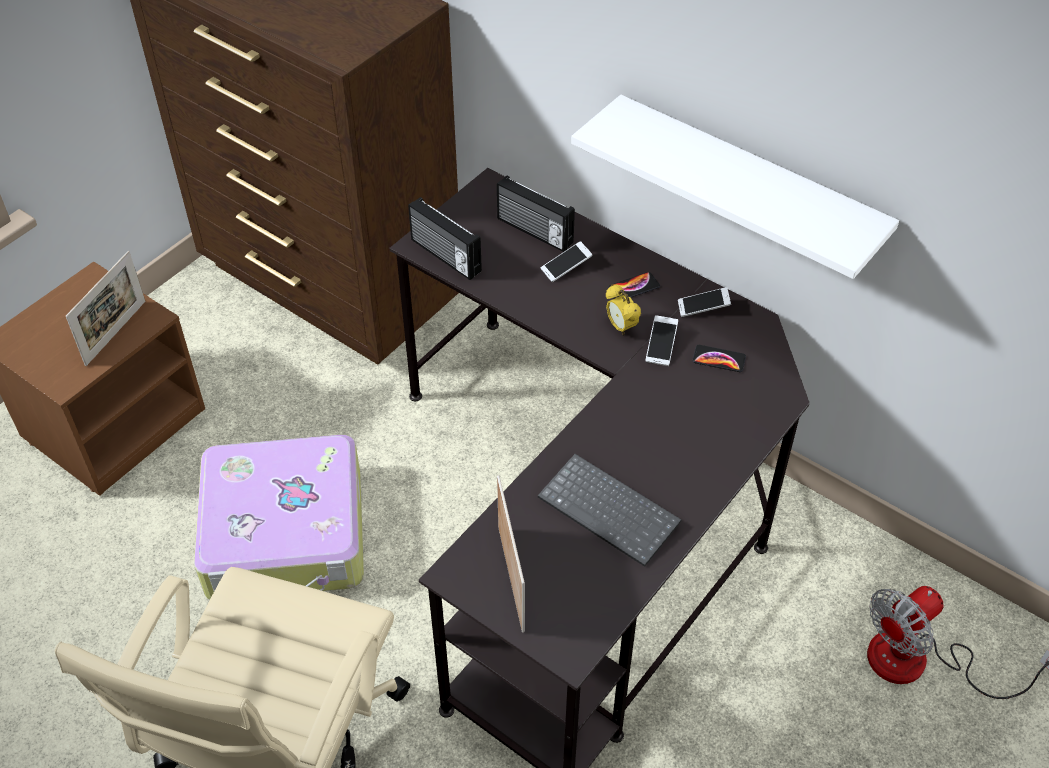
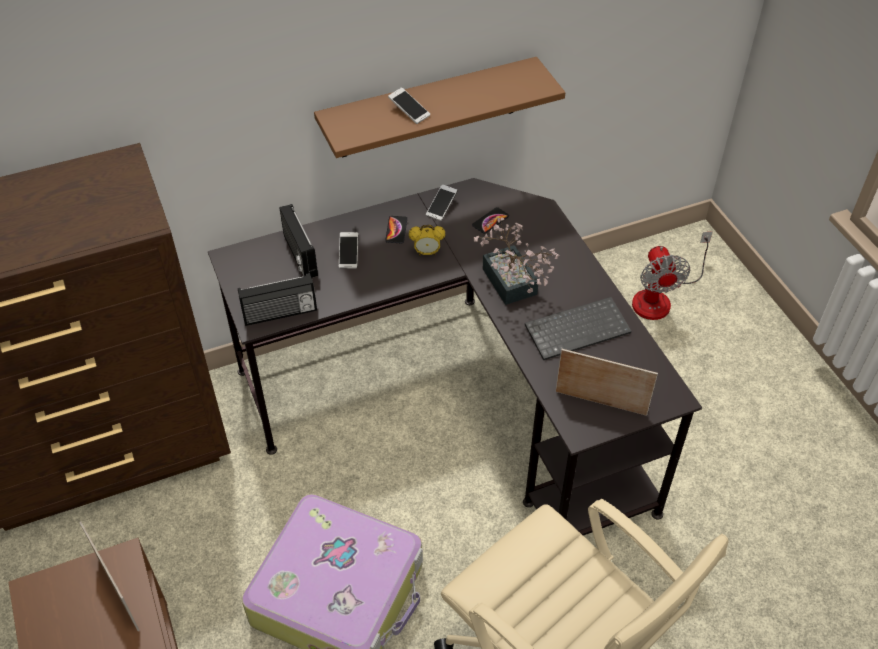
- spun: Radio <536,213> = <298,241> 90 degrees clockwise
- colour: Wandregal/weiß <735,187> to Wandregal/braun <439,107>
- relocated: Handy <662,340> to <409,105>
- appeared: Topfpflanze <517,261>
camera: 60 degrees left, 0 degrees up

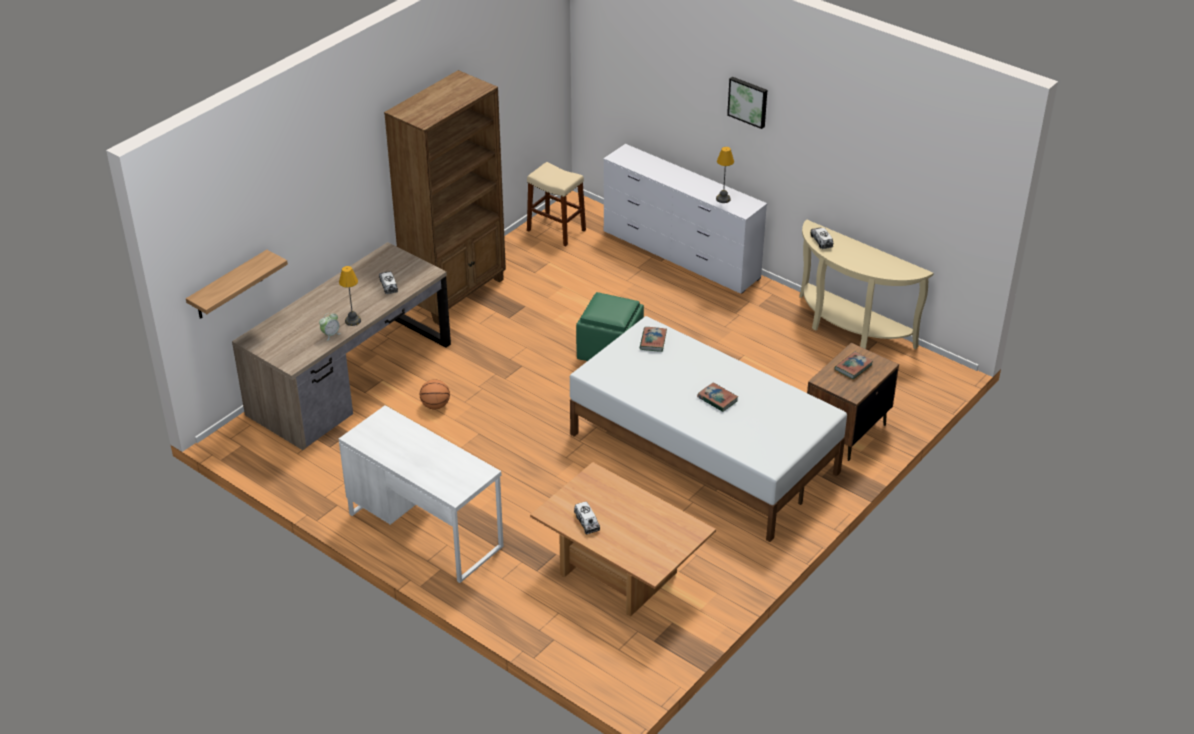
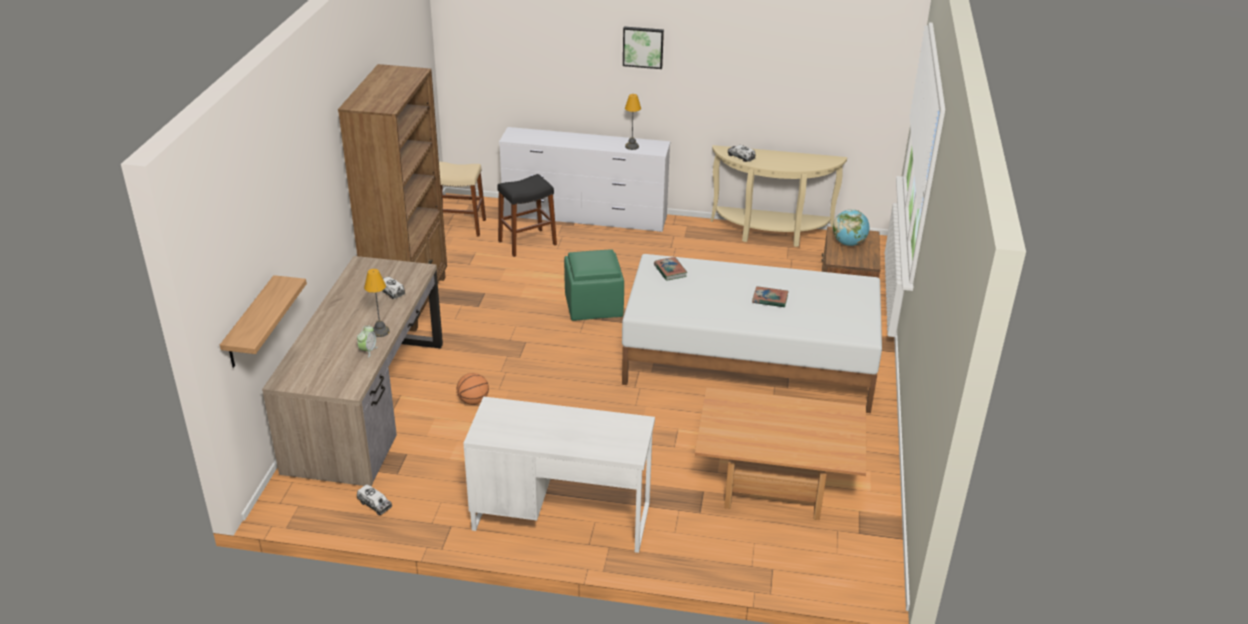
- relocated: Spielzeuglaster <587,518> to <374,500>
- appeared: Hocker/schwarz <527,215>
- exchanged: Buch <853,365> to Globus <851,227>
camera: 30 degrees left, 5 degrees down

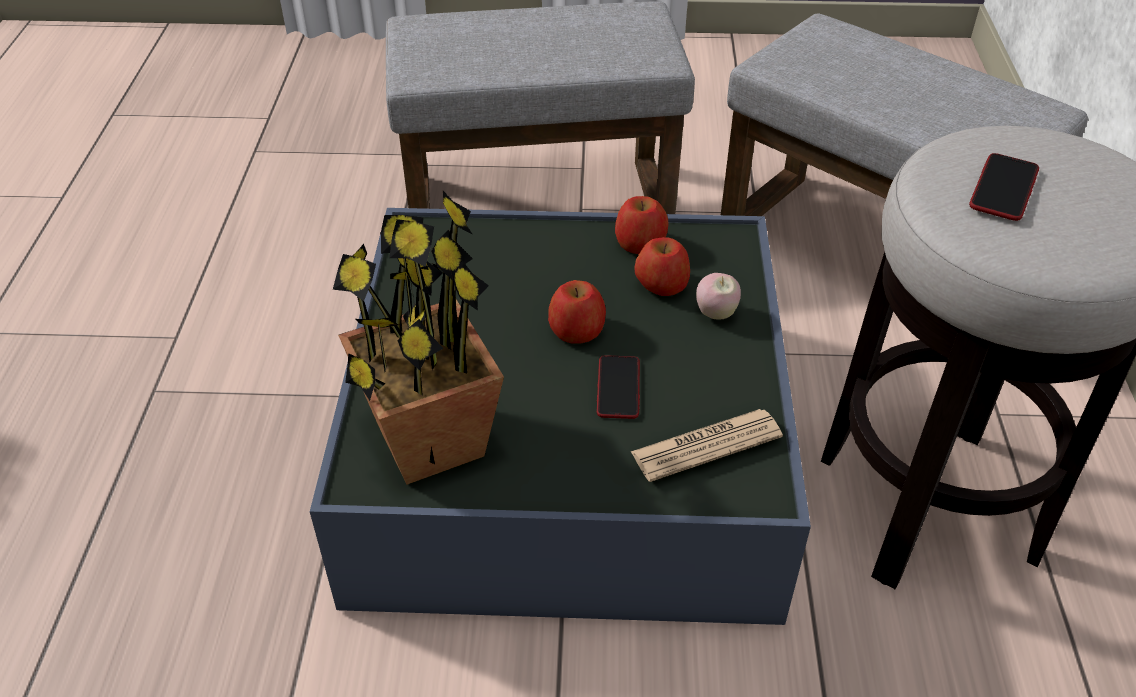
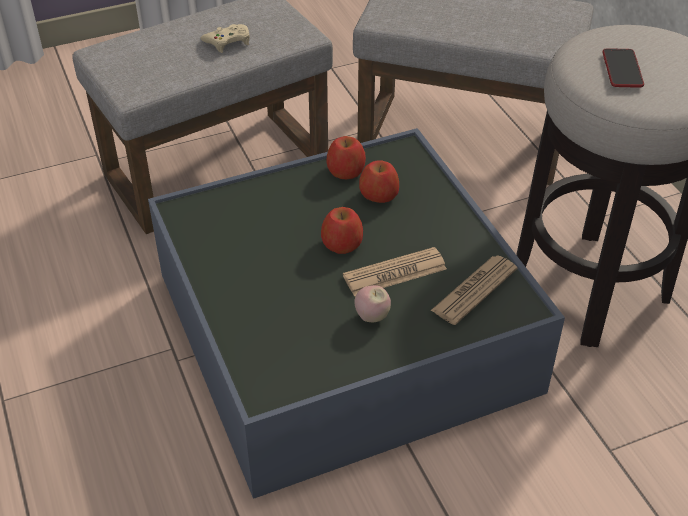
- appeared: Gamepad/beige <225,38>
- exchanged: Handy <618,387> to Zeitung <395,271>
- relocated: Apfel <718,296> to <372,303>
- missing: Topfpflanze <418,338>
camera: 25 degrees left, 0 degrees up

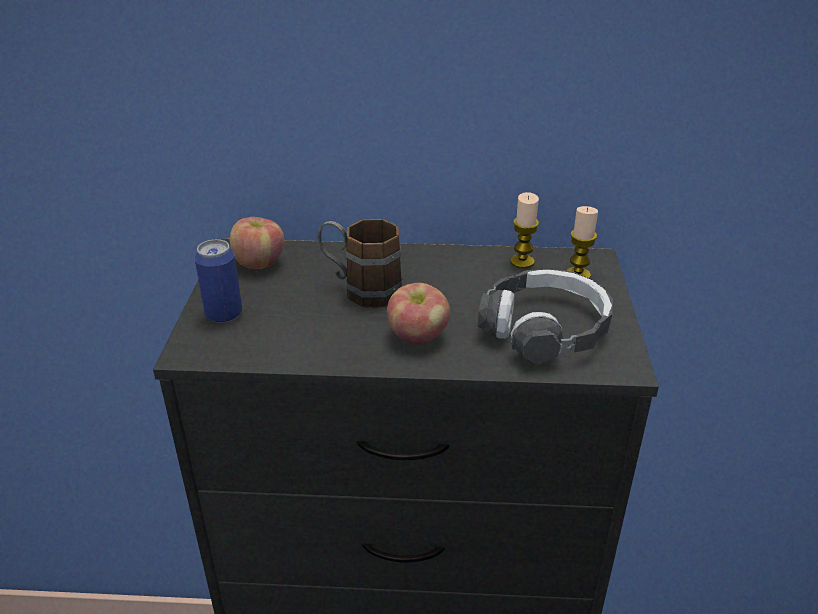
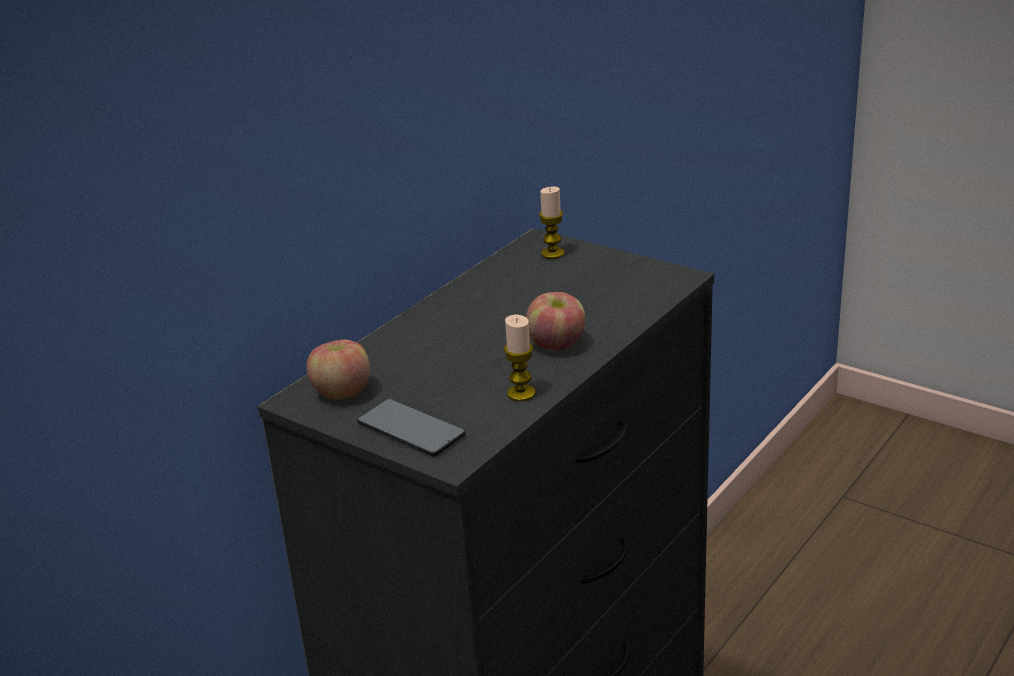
- exchanged: Dose <218,281> to Handy <411,428>
- relocated: Kerze <524,230> to <519,358>
- missing: Henkelbecher/braun <359,263>
- missing: Kopfhörer <545,317>
camera: 55 degrees left, 5 degrees down

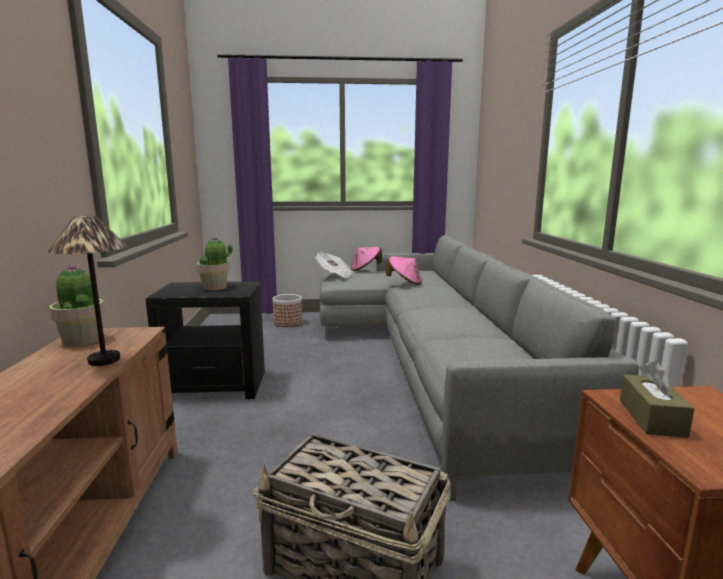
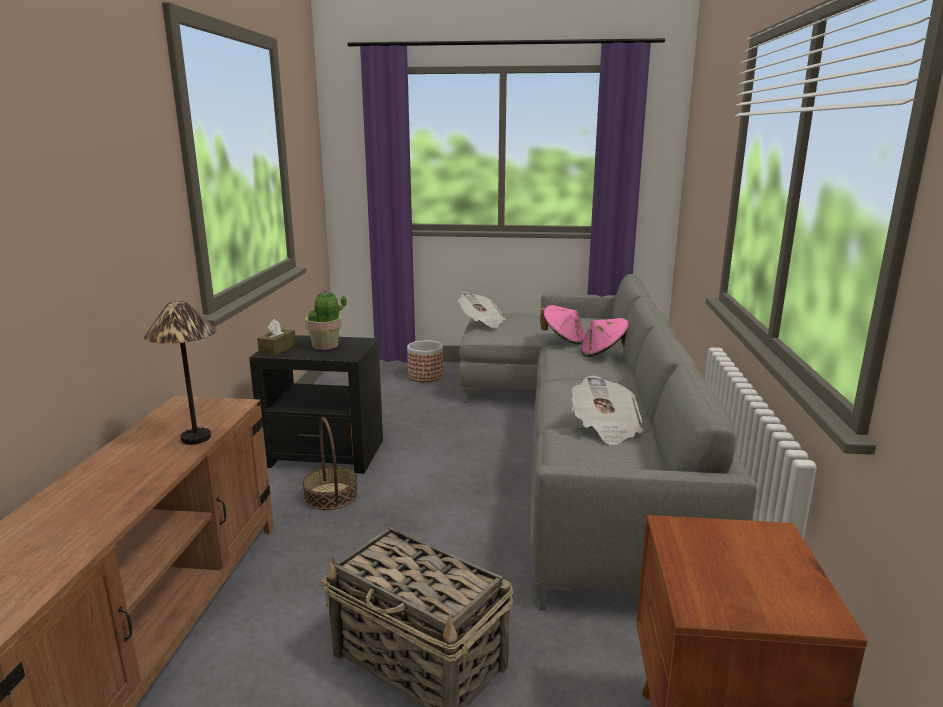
- relocated: Taschentuchbox/braun <657,399> to <276,337>
- appeared: Korb <330,463>
- appeared: Zeitung <607,410>
- relocated: Hut/rosa <366,259> to <605,337>
- missing: Topfpflanze <77,305>
camera: 10 degrees right, 5 degrees up

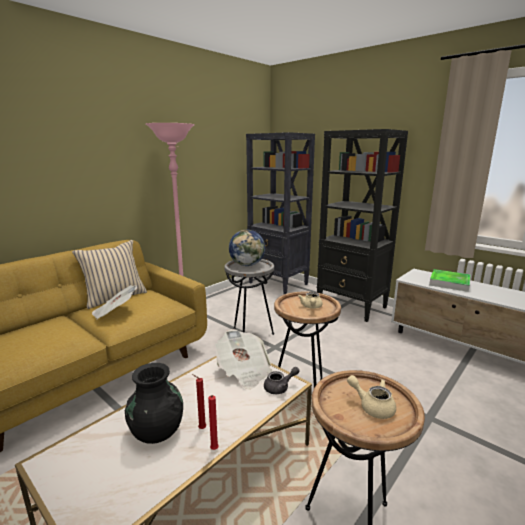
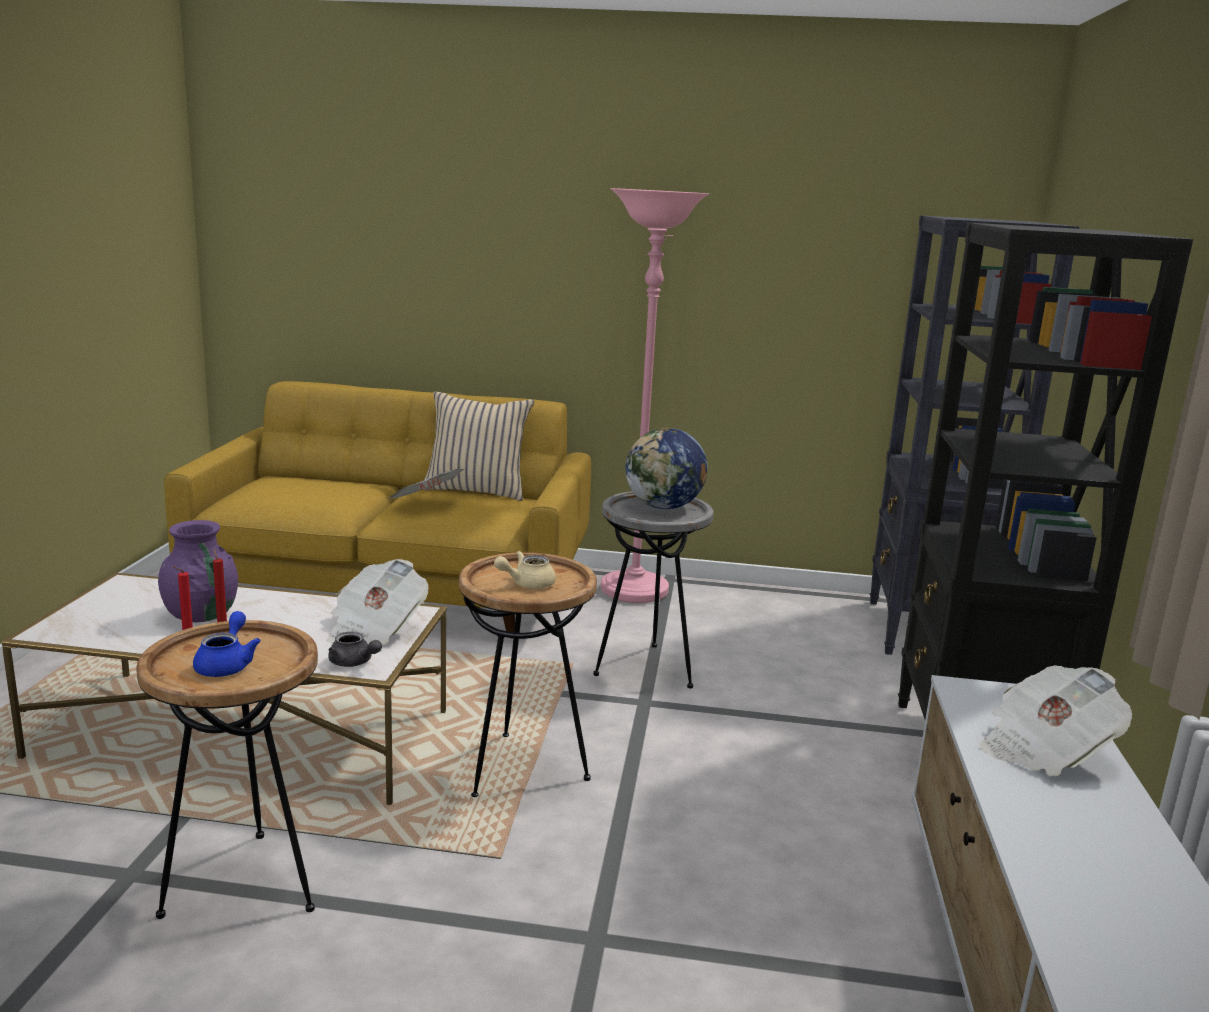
- colour: Vase/schwarz <154,403> to Vase/lila <198,571>
- colour: Teekanne/beige <371,397> to Teekanne/blau <227,644>
- exchanged: Tablett <450,280> to Zeitung <1056,720>
camera: 55 degrees right, 0 degrees up

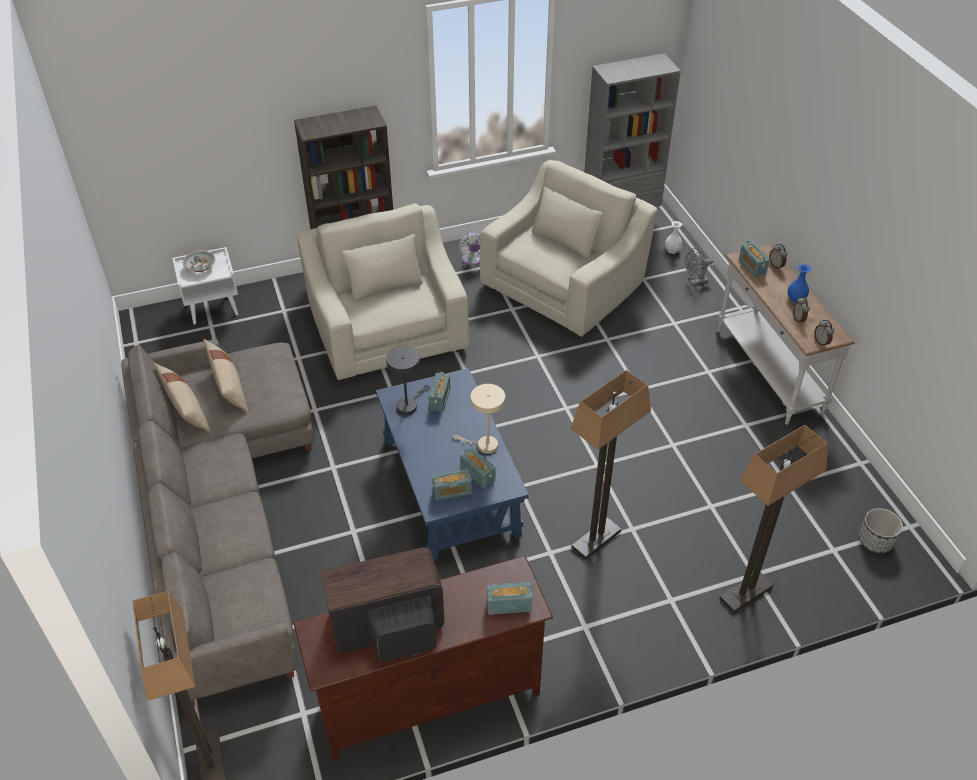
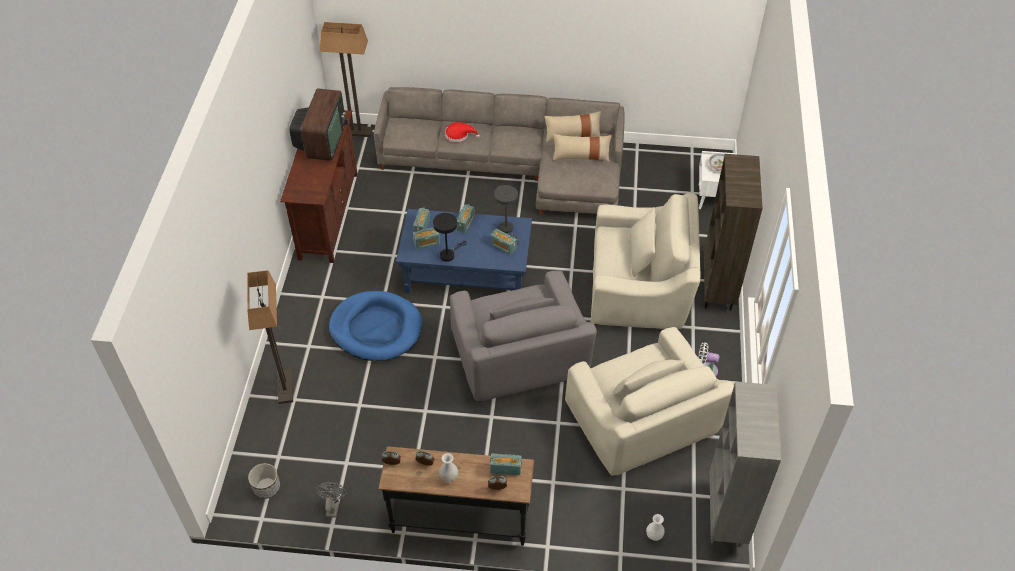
- relocated: Ventilator/grau <699,266> to <331,500>
- exchanged: Stehlampe <610,465> to Hundebett/blau <375,326>
- colour: Konsolentisch/weiß <785,334> to Konsolentisch/schwarz <456,496>
- colour: Tischlampe/beige <479,419> to Tischlampe/schwarz <449,237>
- colour: Vase/blau <799,283> to Vase/weiß <448,467>
- appeared: Hut/rot <462,132>
- appeared: Sessel/grau <523,336>
- relocated: Radio <509,598> to <465,218>
camera: 115 degrees right, 5 degrees up

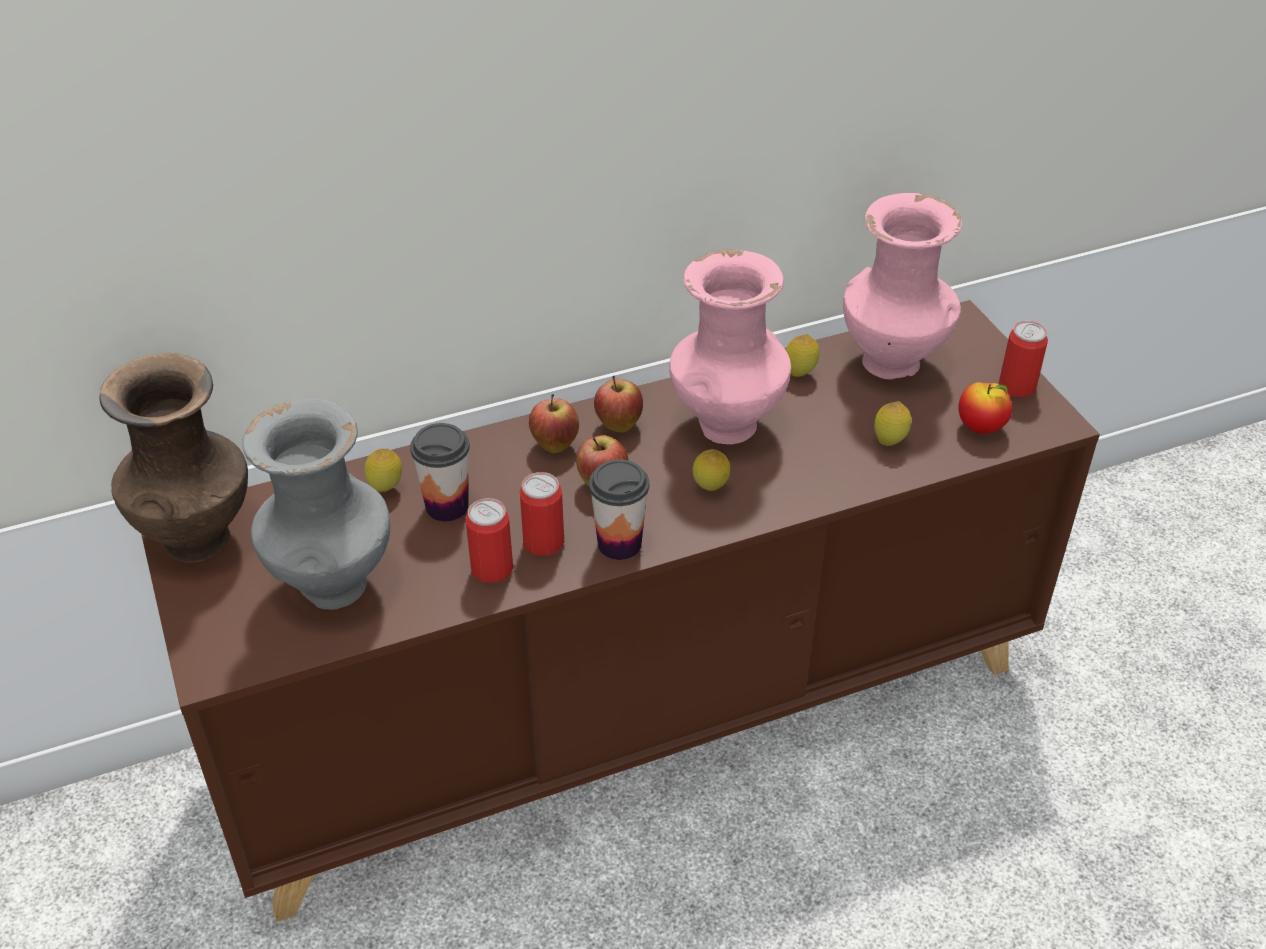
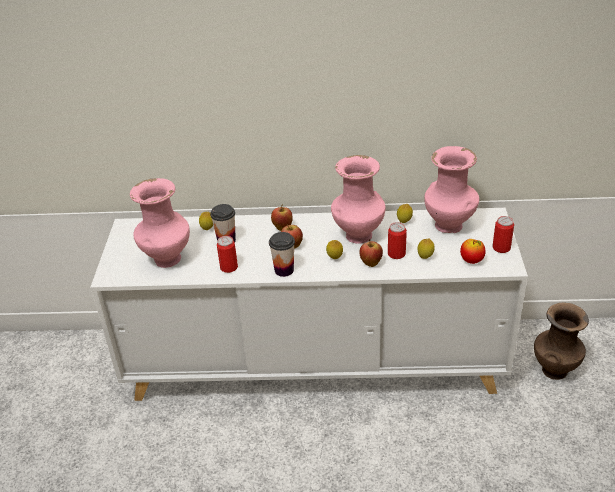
- colour: Schrank/braun <620,611> to Schrank/weiß <309,304>
- colour: Vase/grau <316,504> to Vase/rosa <160,223>
- relocated: Apfel <618,404> to <371,253>
- relocated: Dose <542,514> to <397,240>
- relocated: Vase/braun <173,457> to <561,341>
camera: 25 degrees right, 5 degrees down

